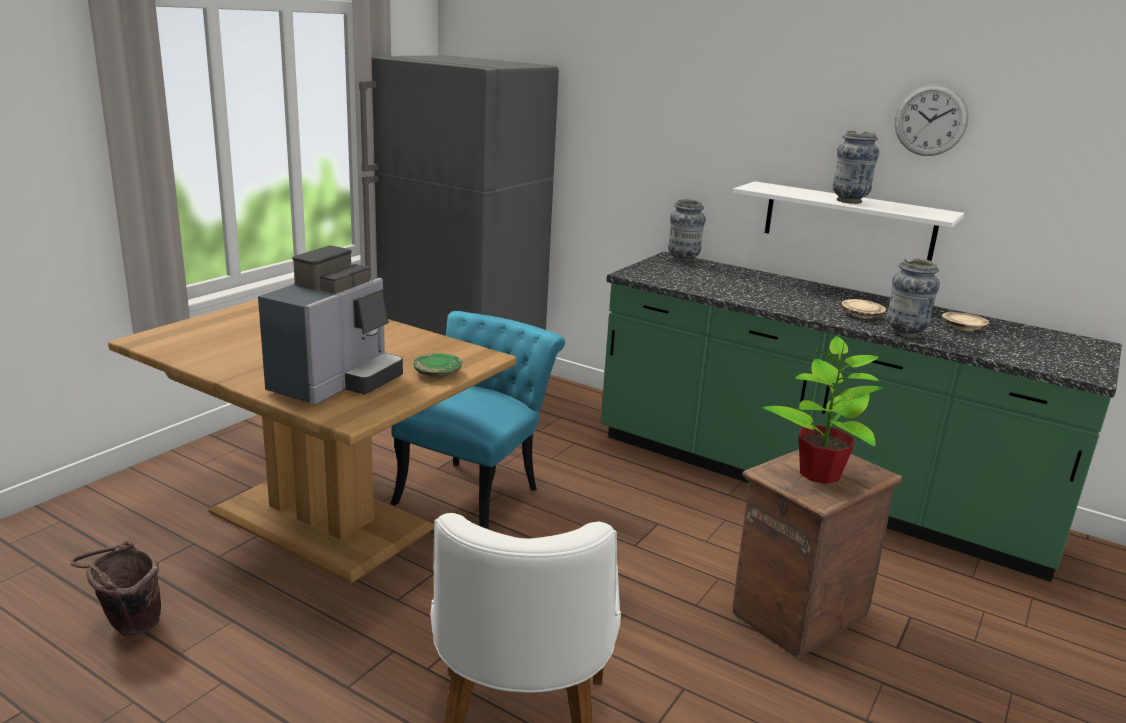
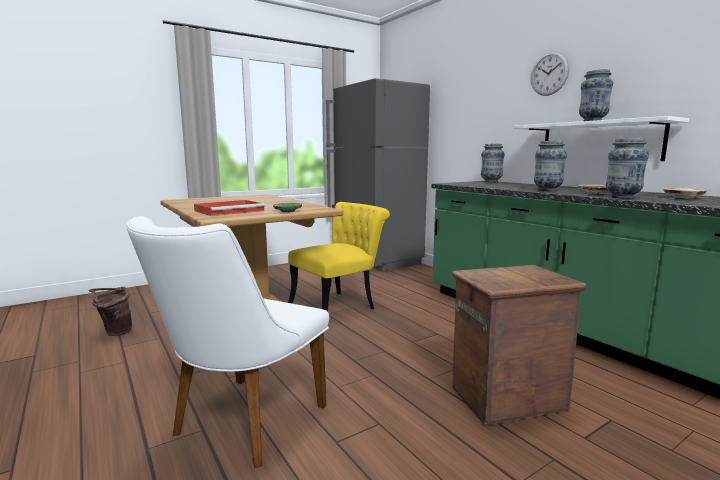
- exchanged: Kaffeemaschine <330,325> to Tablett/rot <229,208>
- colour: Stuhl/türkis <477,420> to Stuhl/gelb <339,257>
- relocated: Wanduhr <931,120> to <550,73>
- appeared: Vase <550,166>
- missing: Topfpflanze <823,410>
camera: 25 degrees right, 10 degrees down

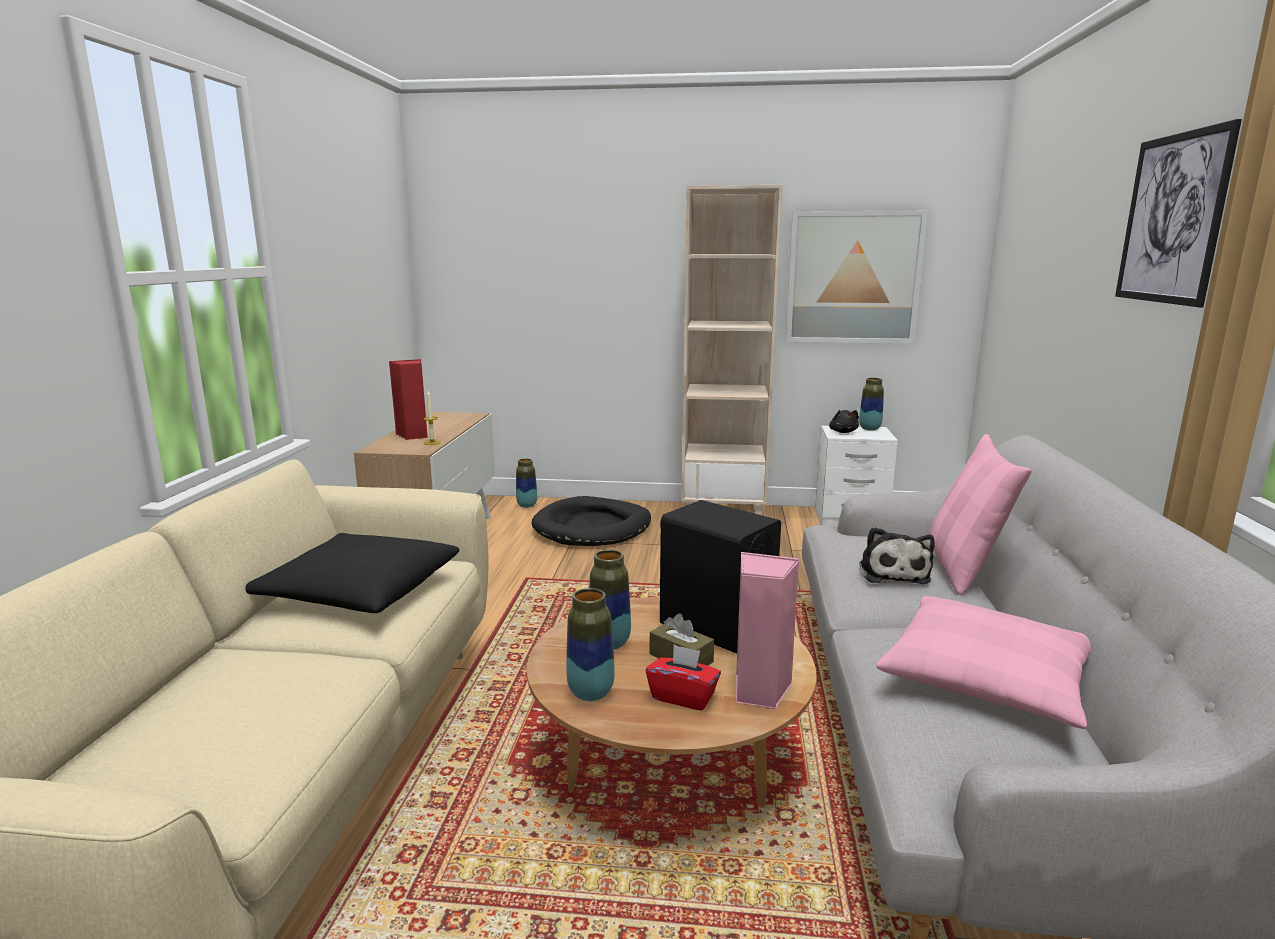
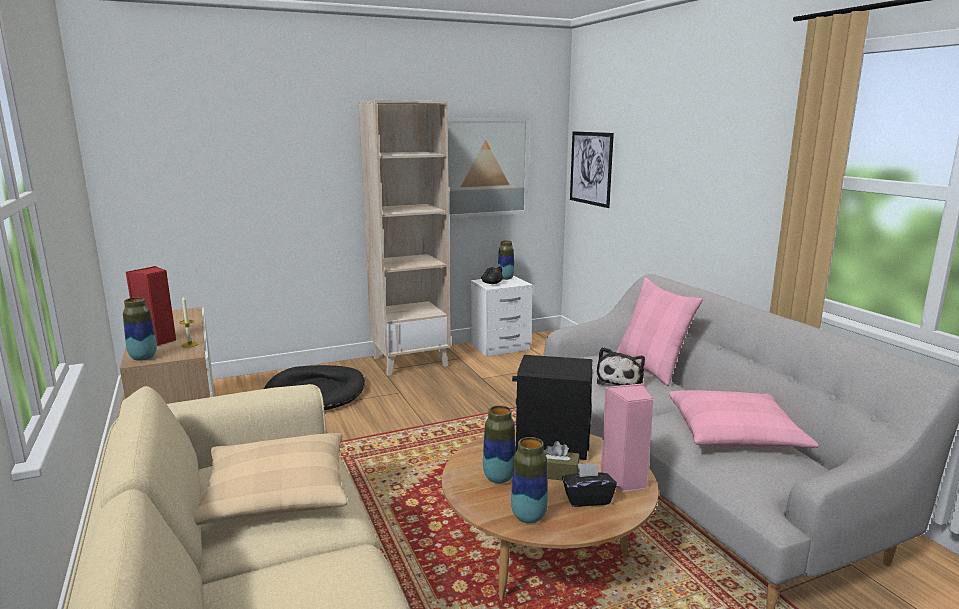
- relocated: Vase <526,483> to <140,329>
- colour: Kissen/schwarz <352,573> to Kissen/beige <271,479>
- colour: Taschentuchbox/rot <683,677> to Taschentuchbox/schwarz <589,485>
- relocated: Bild <1178,213> to <592,169>
- spun: Plüschtier <897,555> = <621,366> 45 degrees clockwise
camera: 30 degrees left, 0 degrees up

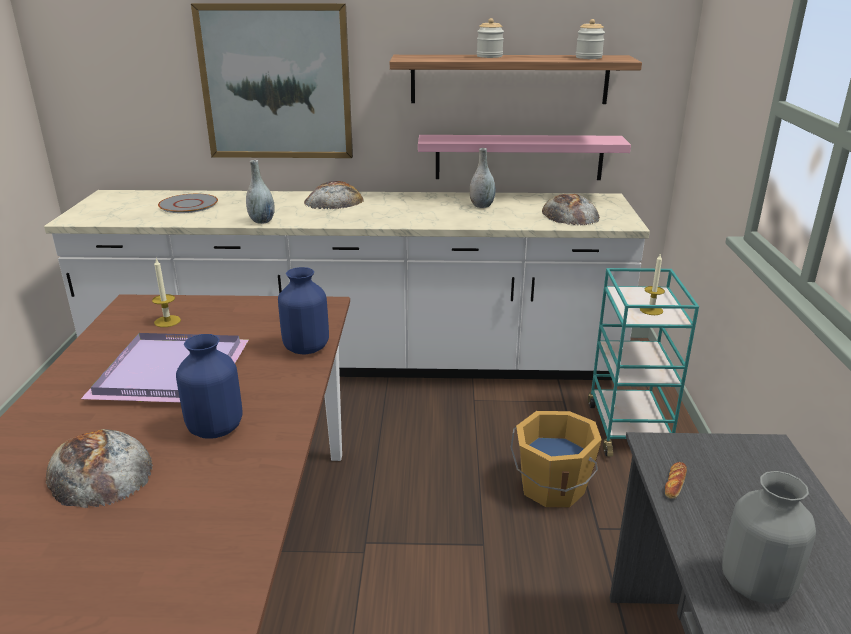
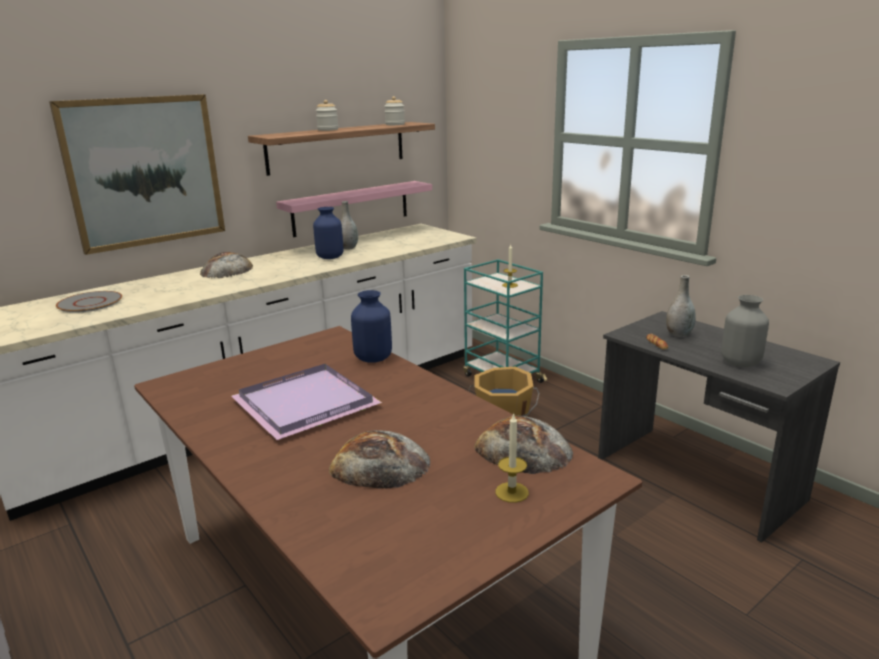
- relocated: Vase/blau <209,386> to <328,233>
- relocated: Brot <571,210> to <523,445>
- relocated: Kerze <166,293> to <512,458>
- relocated: Vase/grau <260,192> to <681,306>
camera: 40 degrees left, 5 degrees down

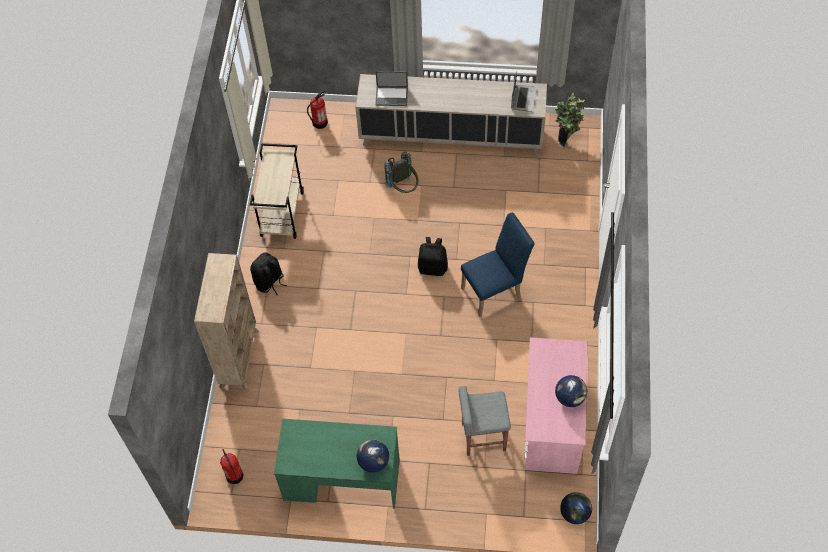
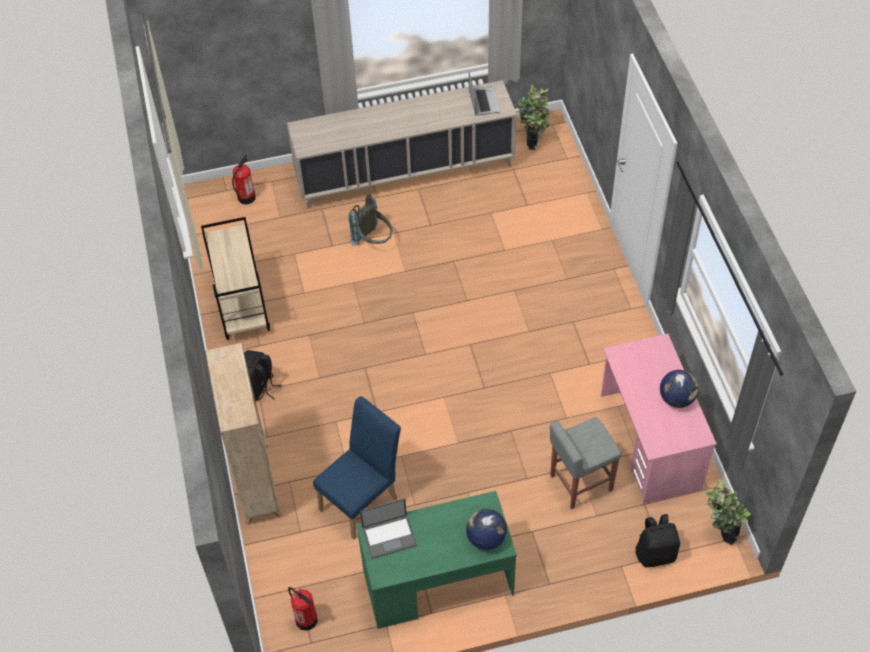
- relocated: Stuhl/blau <498,265> to <357,468>
- relocated: Laptop <391,88> to <388,528>
- relocated: Rucksack/schwarz <433,256> to <657,540>
- exchanged: Globus <576,508> to Topfpflanze <728,512>
camera: 20 degrees left, 5 degrees down

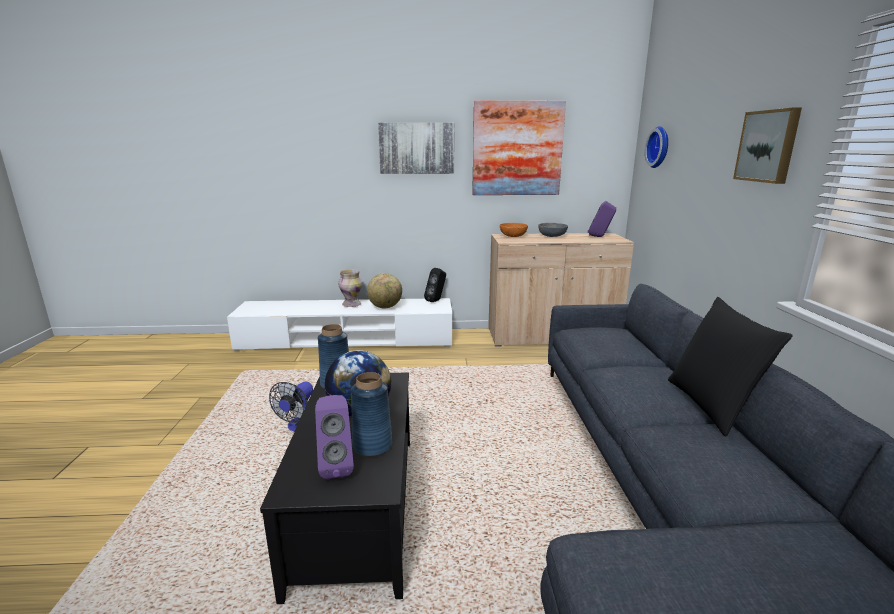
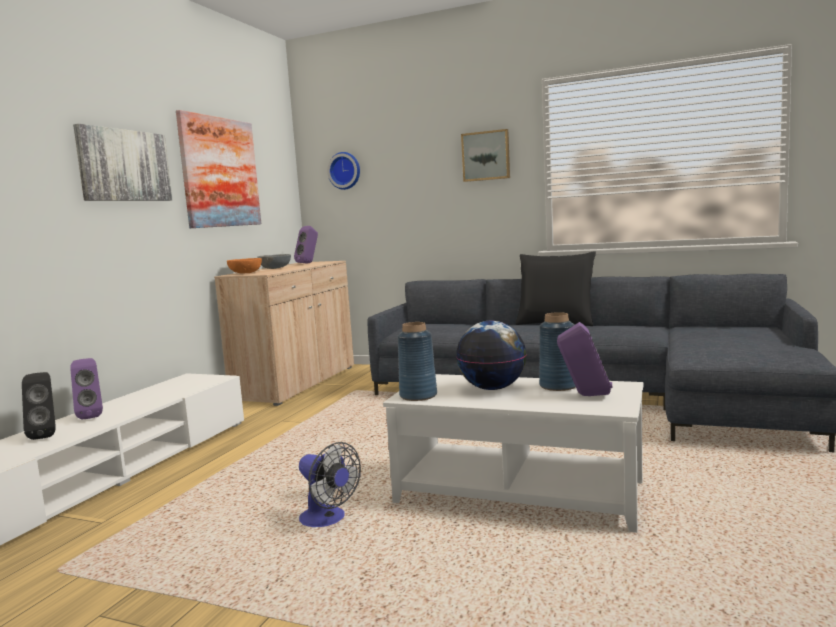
- relocated: Lautsprecher/schwarz <435,285> to <39,406>
- exchanged: Vase <350,288> to Lautsprecher/lila <86,389>
- colour: Couchtisch/schwarz <335,488> to Couchtisch/weiß <513,453>
- missing: Globus <384,291>
camera: 65 degrees left, 10 degrees down

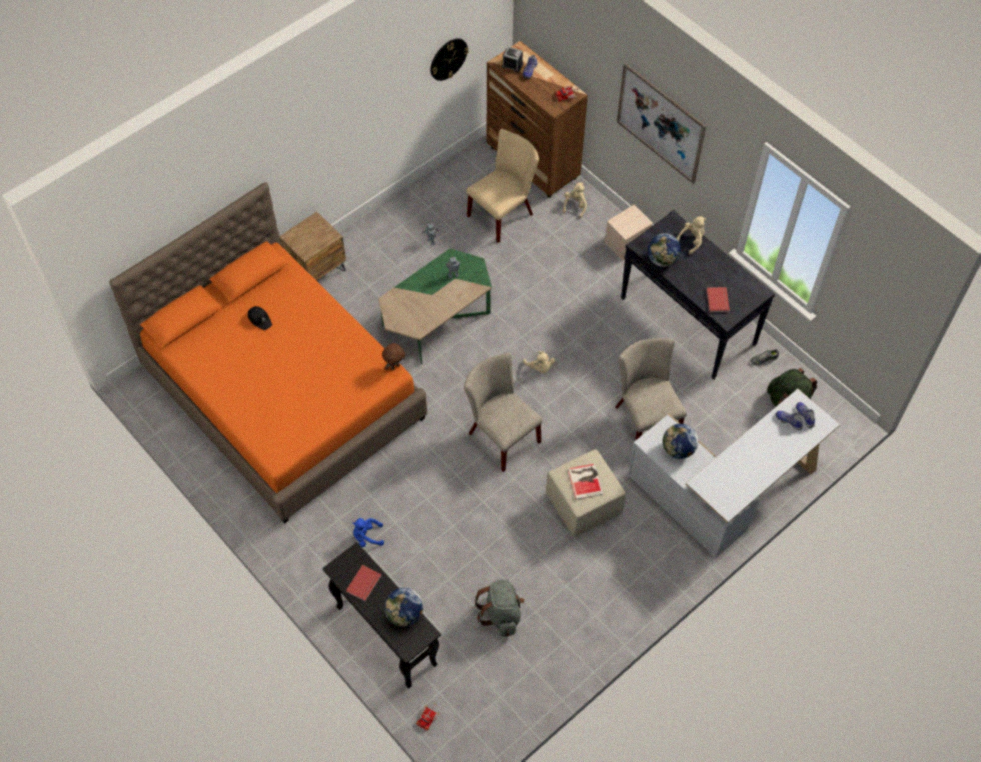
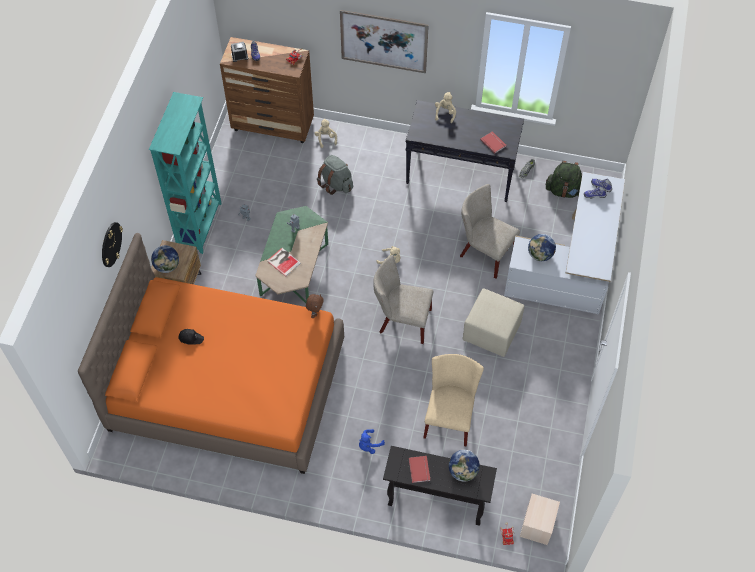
- relocated: Wanduhr <449,59> to <112,244>
- appeared: Bücherregal/türkis <185,173>
- relocated: Globus <664,250> to <165,259>
- relocated: Buch <585,482> to <284,262>
- relocated: Rucksack/grau <500,608> to <335,175>
- relocated: Stuhl/beige <503,186> to <453,400>
- relocated: Aufbewahrungsbox/beige <628,233> to <540,519>
camera: 35 degrees left, 0 degrees up

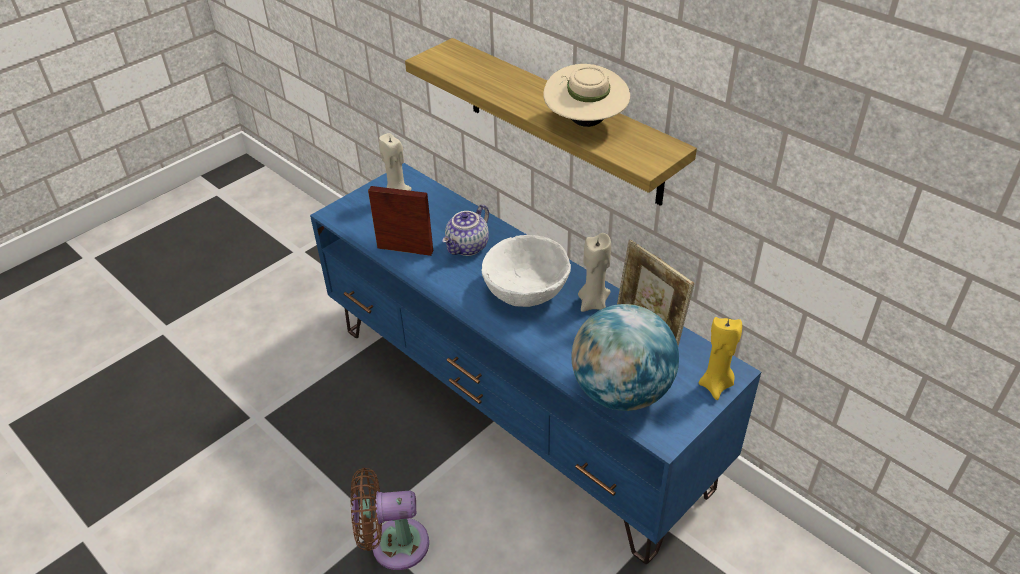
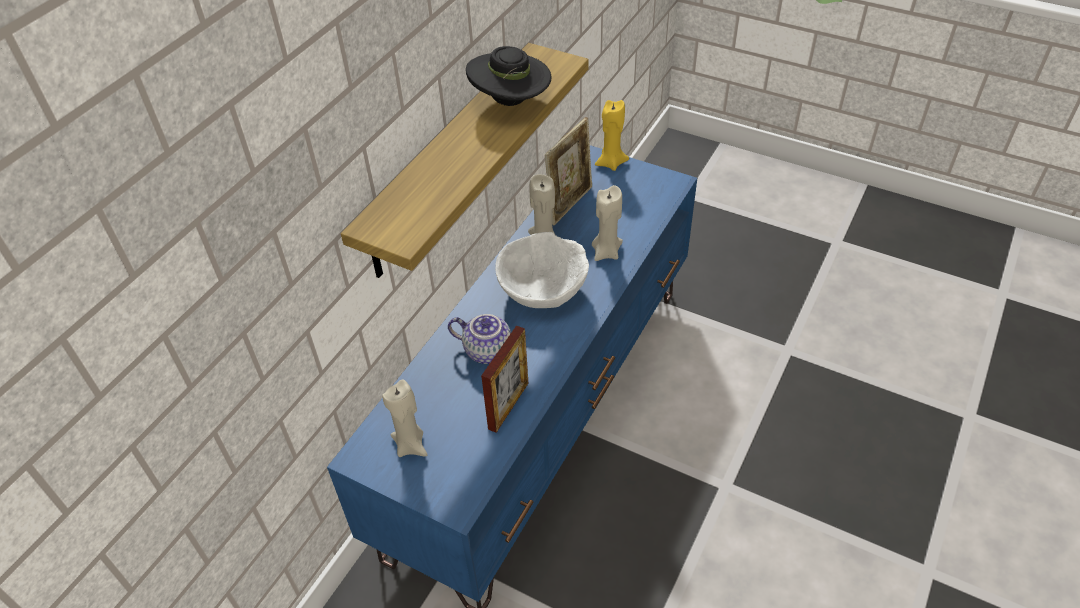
- colour: Hut/beige <587,95> to Hut/schwarz <509,76>
- spun: Bilderrahmen <400,221> = <505,379> 150 degrees counterclockwise
- appeared: Kerze/beige <607,223>
- missing: Ventilator/braun <390,519>
- missing: Globus <625,357>
camera: 105 degrees left, 5 degrees up

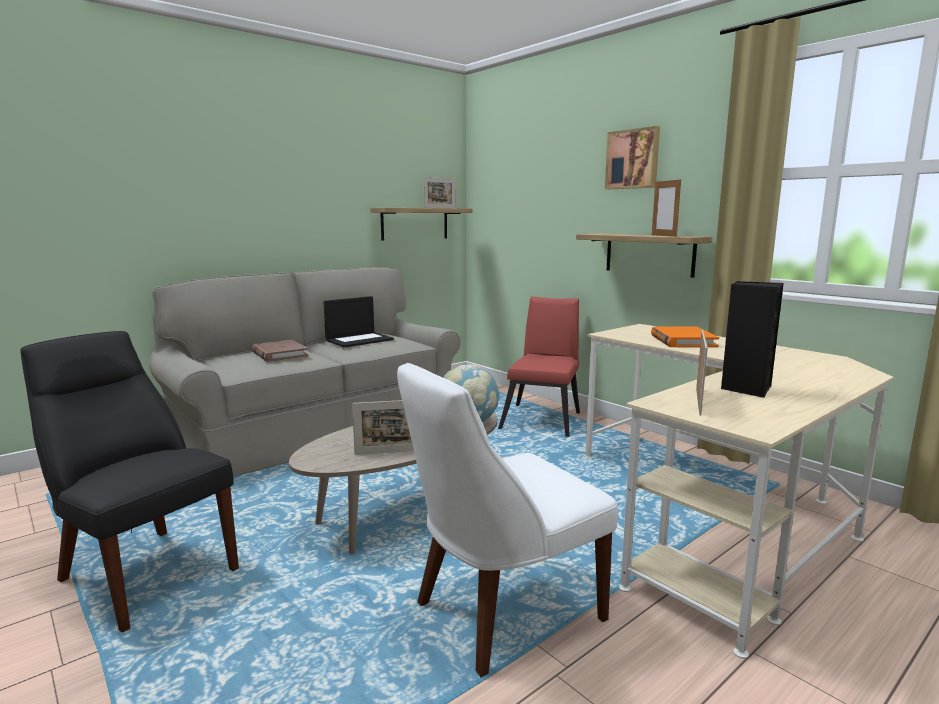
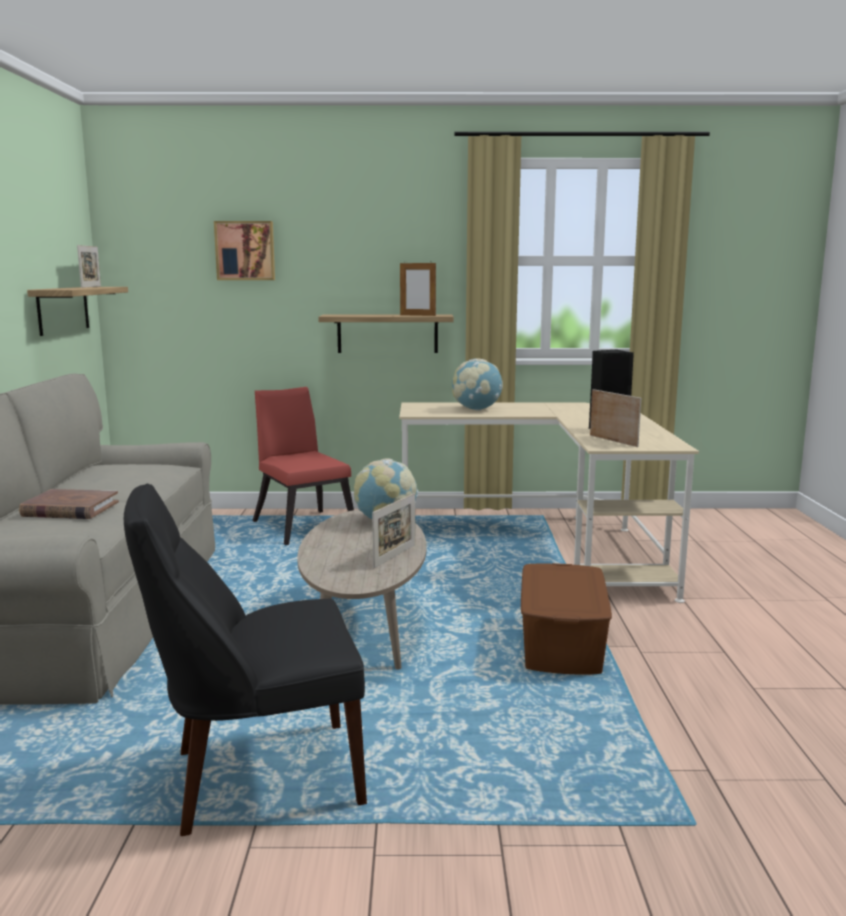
- relocated: Bild <632,157> to <244,250>
- exchanged: Buch/orange <685,337> to Globus <477,384>
- exchanged: Stuhl/weiß <507,520> to Aufbewahrungsbox/braun <566,618>
- missing: Laptop <358,322>
camera: 50 degrees left, 0 degrees up

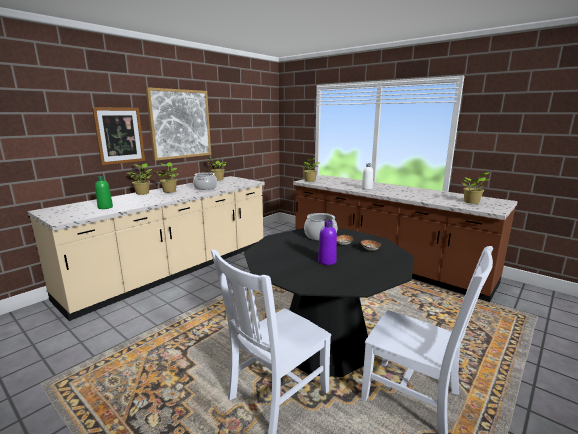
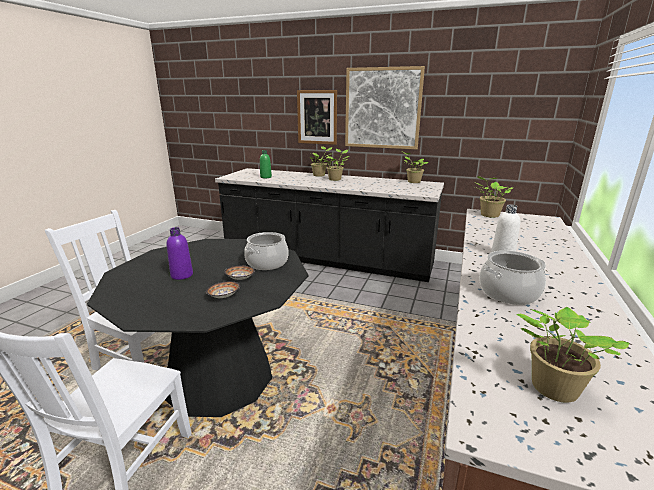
- colour: Küchenzeile/beige <146,248> to Küchenzeile/schwarz <329,225>
- relocated: Kochtopf <205,181> to <512,277>
camera: 70 degrees right, 5 degrees up

